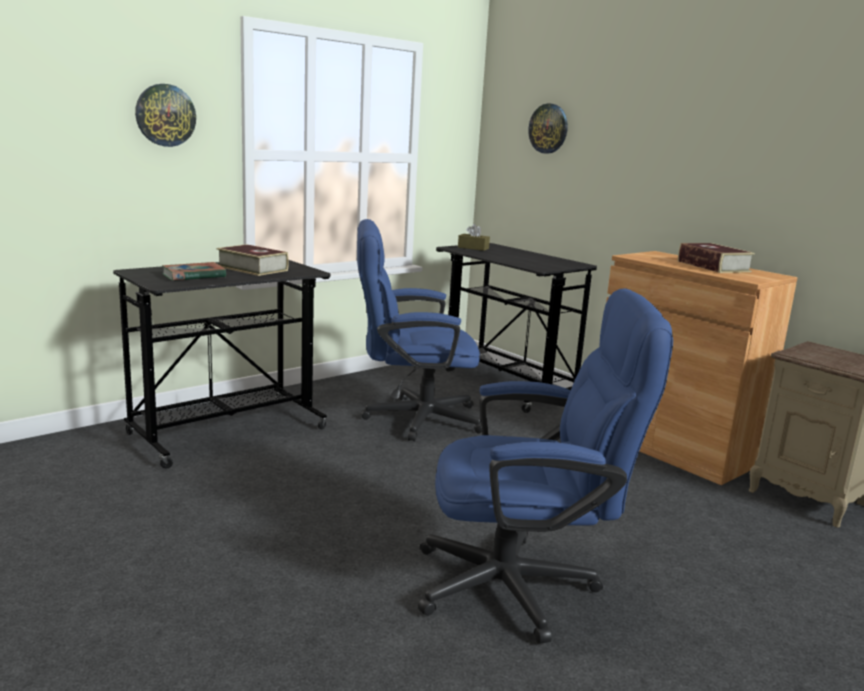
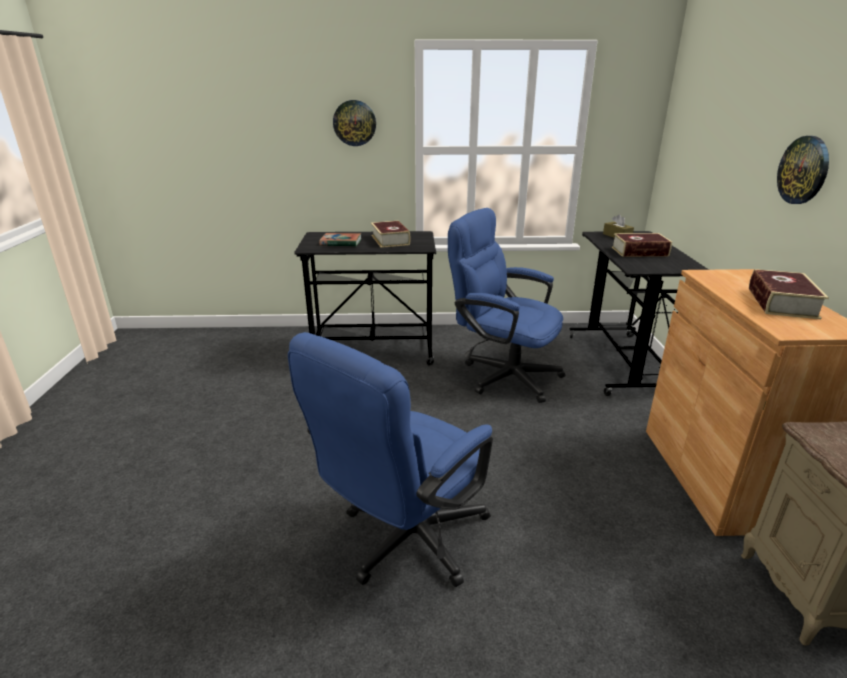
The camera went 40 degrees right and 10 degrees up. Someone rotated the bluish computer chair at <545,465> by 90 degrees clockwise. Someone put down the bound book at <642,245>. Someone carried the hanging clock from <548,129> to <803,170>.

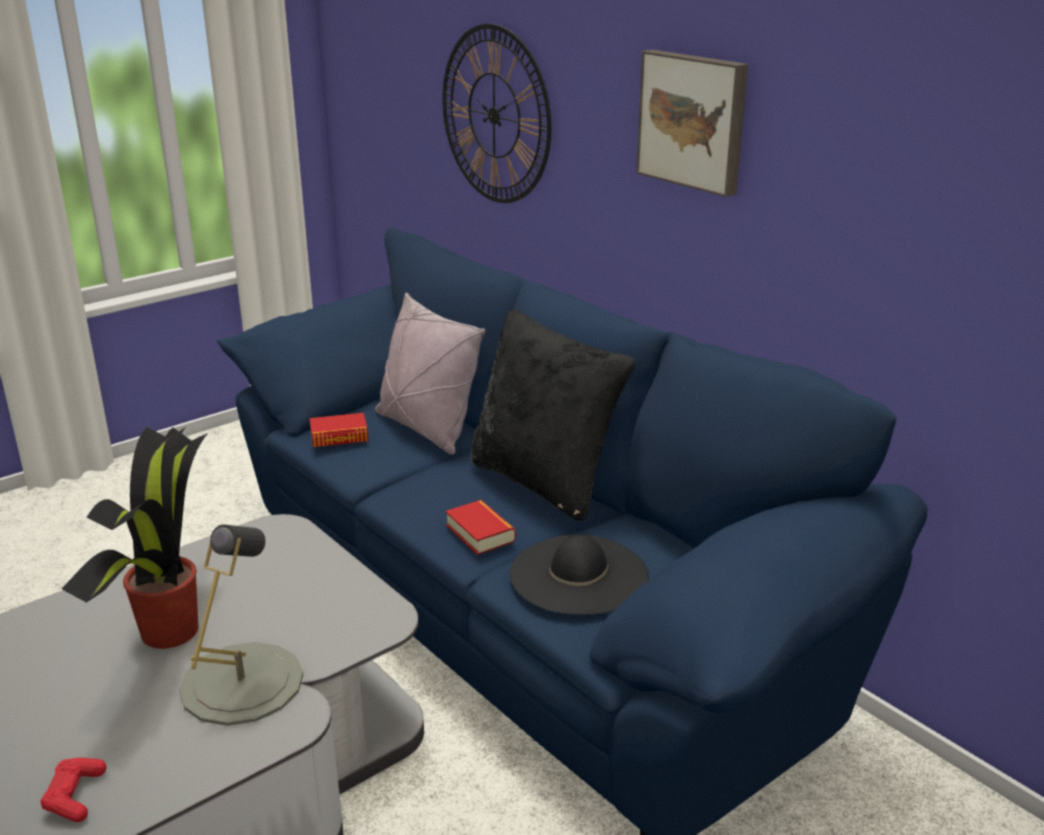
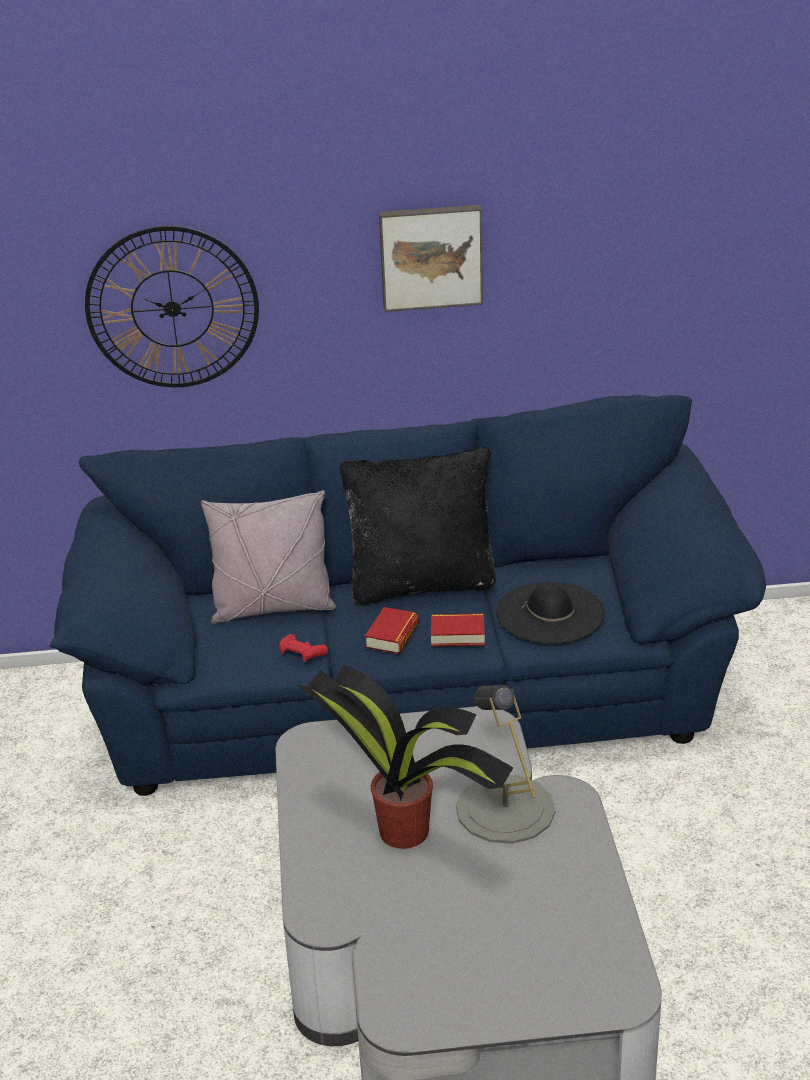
The camera went 55 degrees left and 5 degrees up. Someone carried the reddish game controller from <73,790> to <303,648>. Someone carried the bound book from <339,430> to <392,630>.

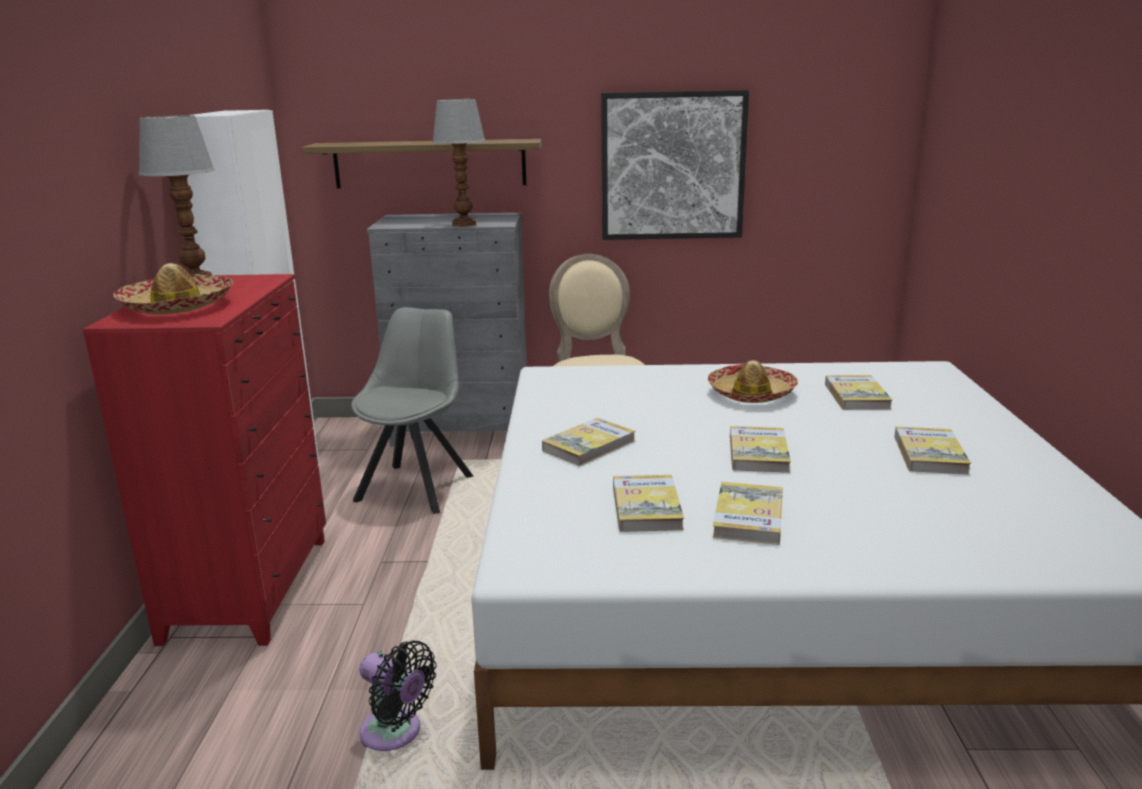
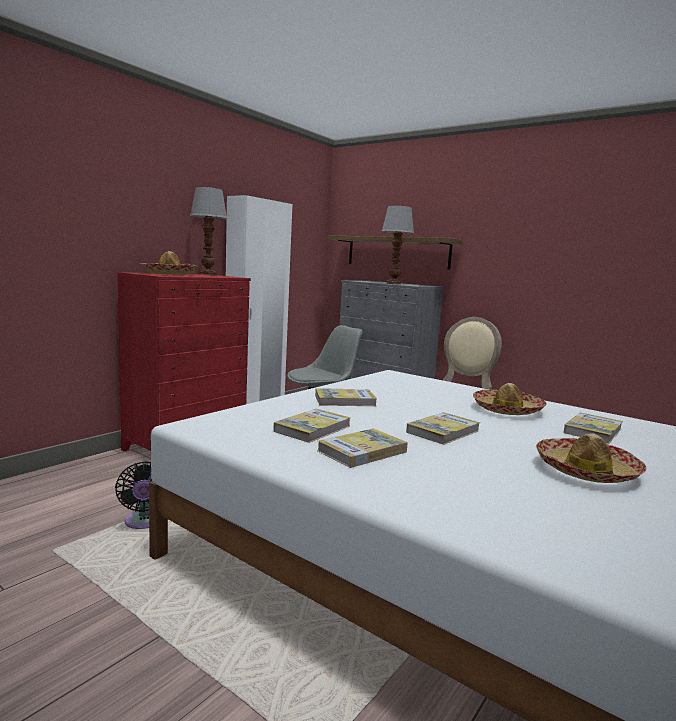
The camera went 35 degrees right and 10 degrees down. Someone swapped the bound book at <932,450> for the wearable hat at <591,458>. Someone took away the wall picture at <675,165>.

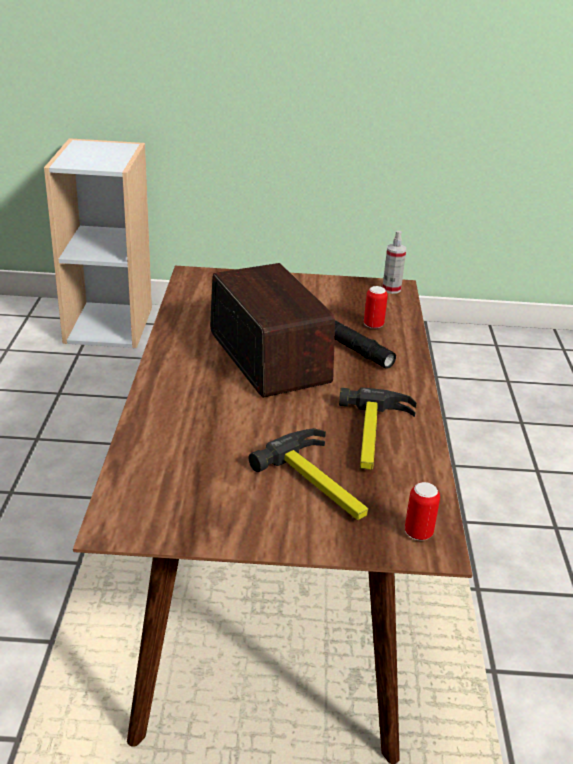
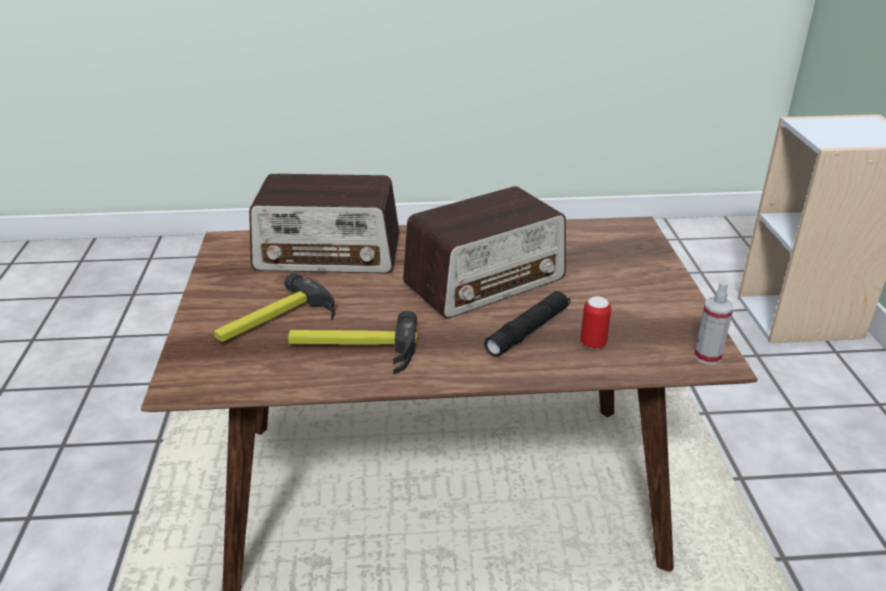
The camera went 85 degrees right and 0 degrees up. Someone put down the radio receiver at <324,224>. Someone took away the can at <422,511>.

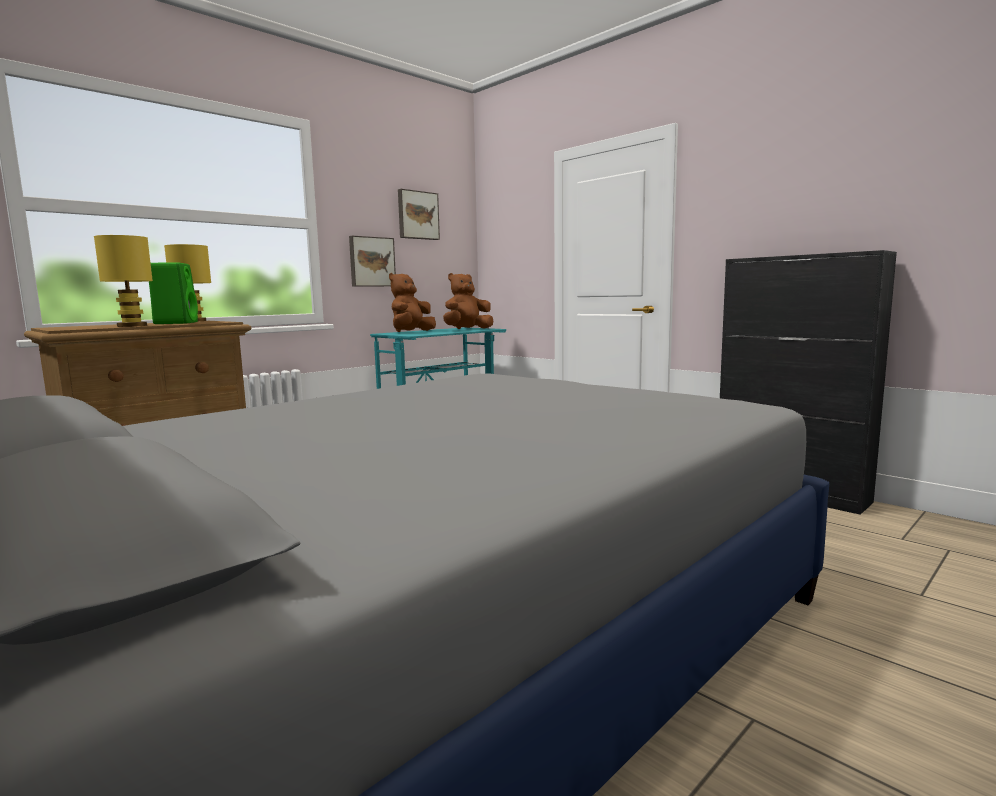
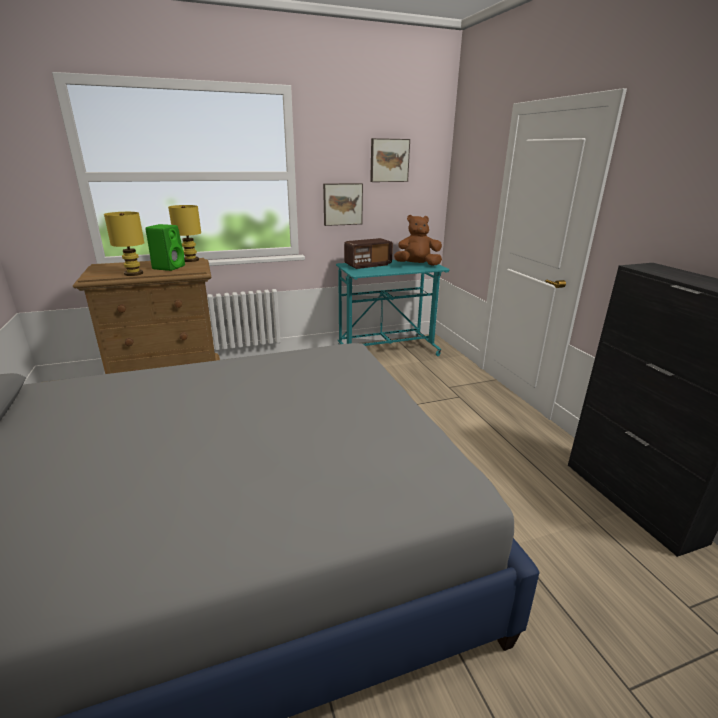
The camera went 25 degrees right and 15 degrees up. Someone swapped the brown soft toy at <412,302> for the radio receiver at <368,253>.

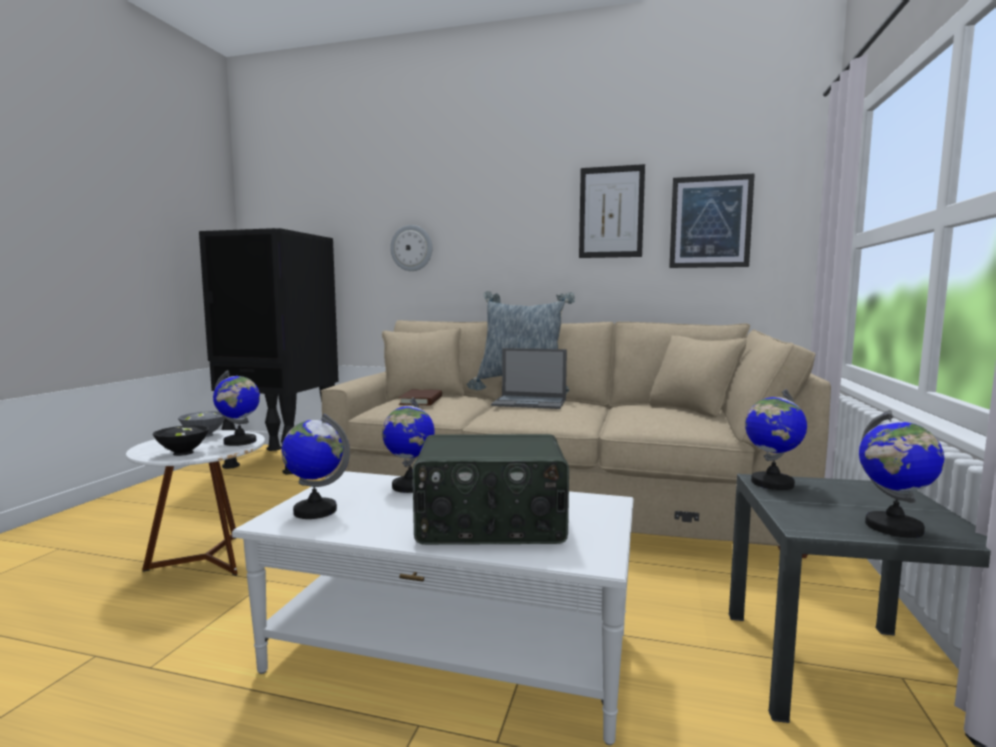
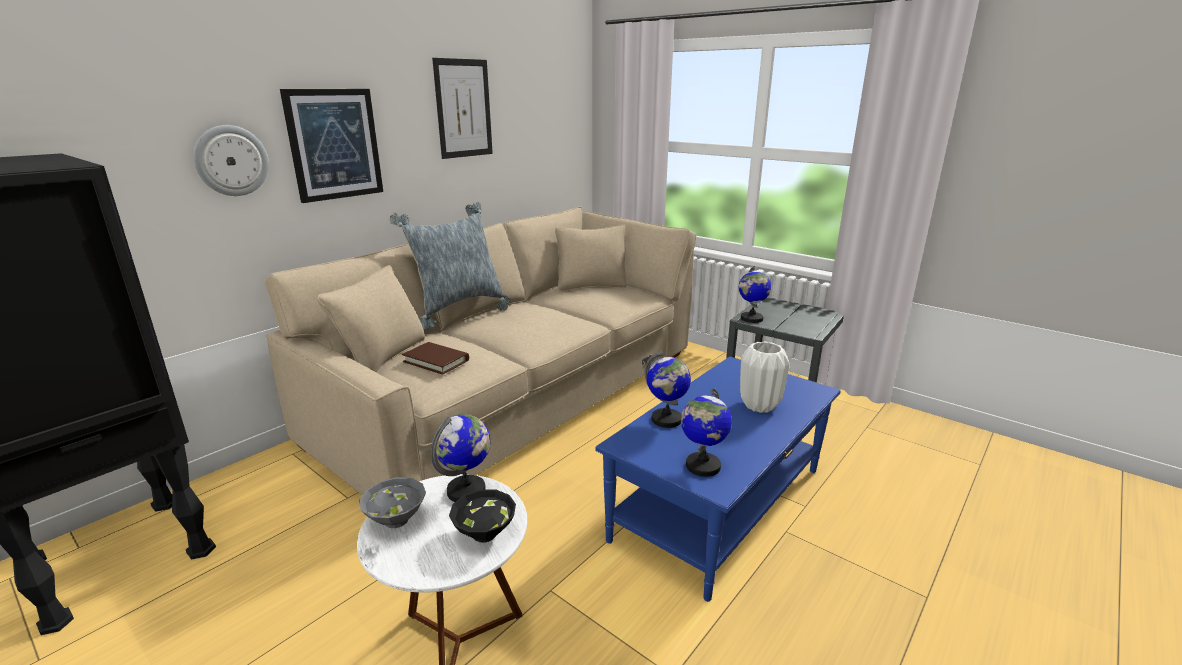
The camera went 65 degrees left and 15 degrees up. Someone carried the wall picture from <712,220> to <331,146>. Someone repainted the whitish low table at <433,608>, which became the bluish low table at <718,479>. Someone swapped the radio receiver at <491,489> for the whitish decorative vase at <765,377>. Someone took away the laptop at <529,378>. Someone took away the world globe at <901,474>.

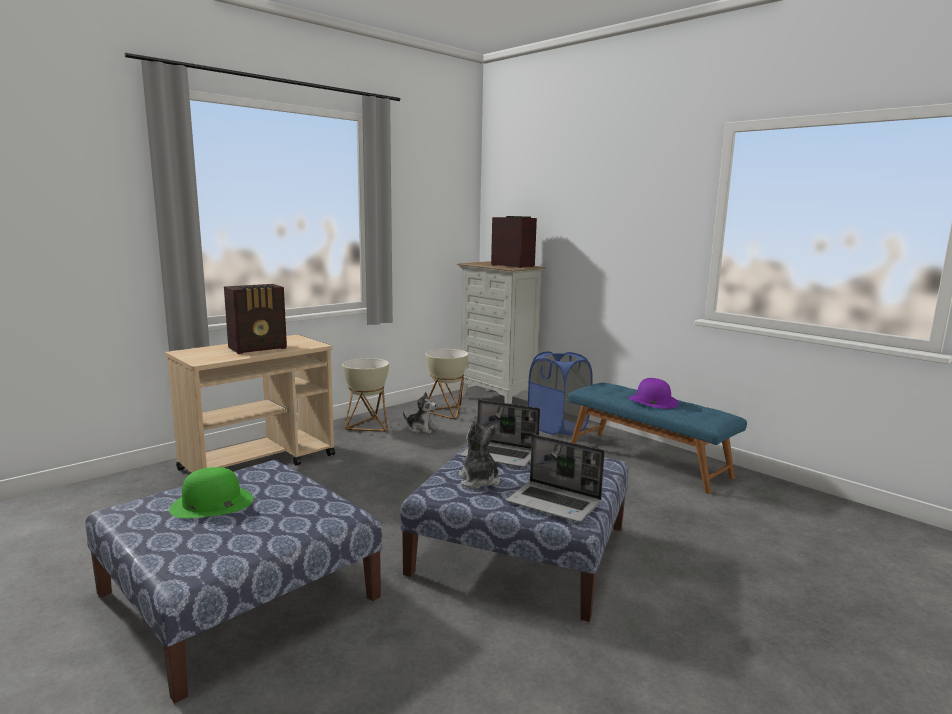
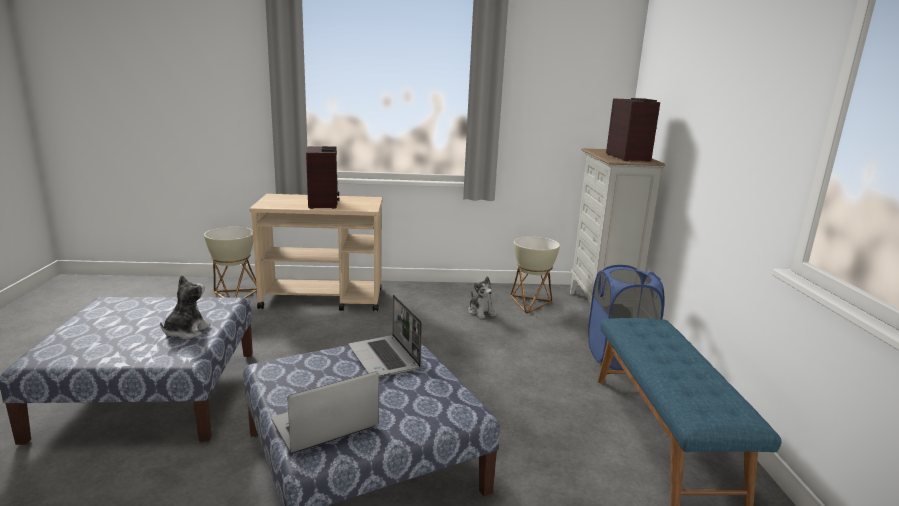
The camera went 40 degrees right and 5 degrees up. Someone carried the soft toy from <479,454> to <185,307>. Someone carried the flower pot from <365,395> to <230,262>. Someone rotated the laptop at <555,478> by 75 degrees clockwise. Someone rotated the radio receiver at <255,319> by 105 degrees counterclockwise. Someone took away the green wearable hat at <211,492>. Someone took away the purple-coloured wearable hat at <654,393>.

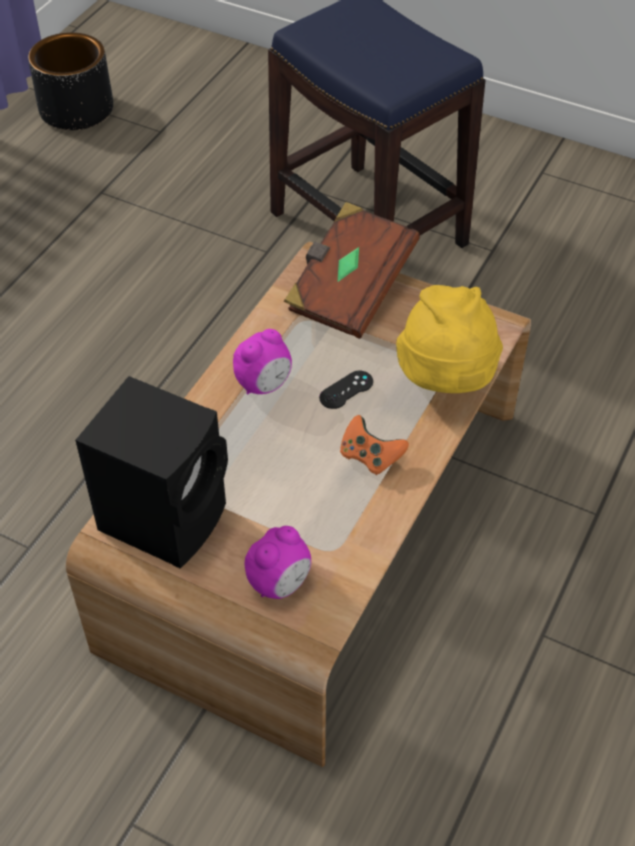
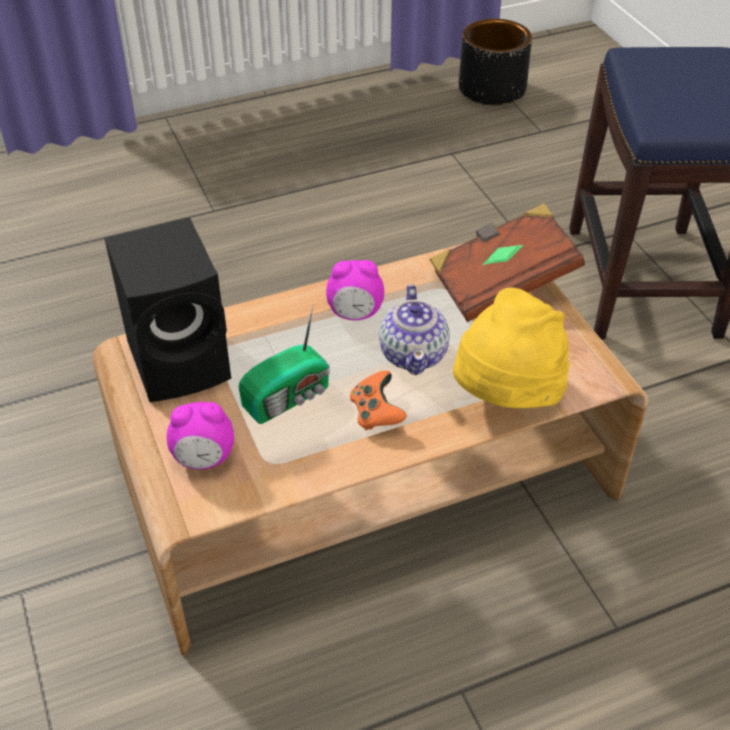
The camera went 40 degrees right and 5 degrees down. Someone put down the radio receiver at <284,364>. Someone swapped the black game controller at <346,390> for the pot for tea at <414,329>.

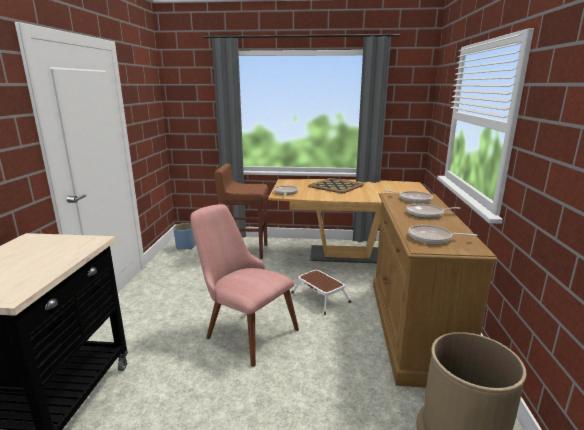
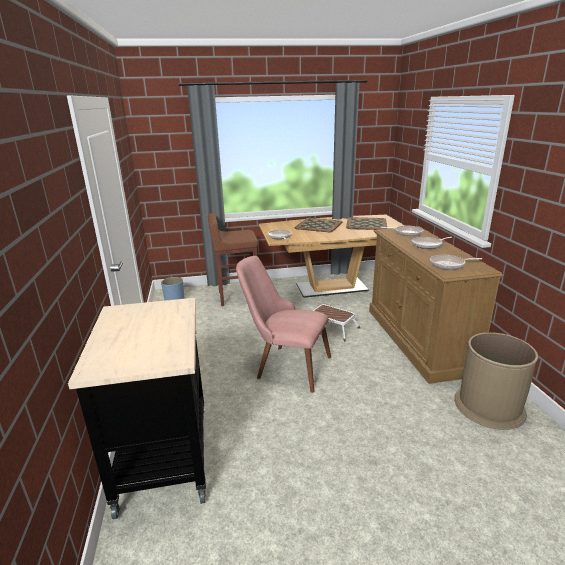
The camera went 15 degrees left and 5 degrees up. Someone put down the tray at <367,223>.

